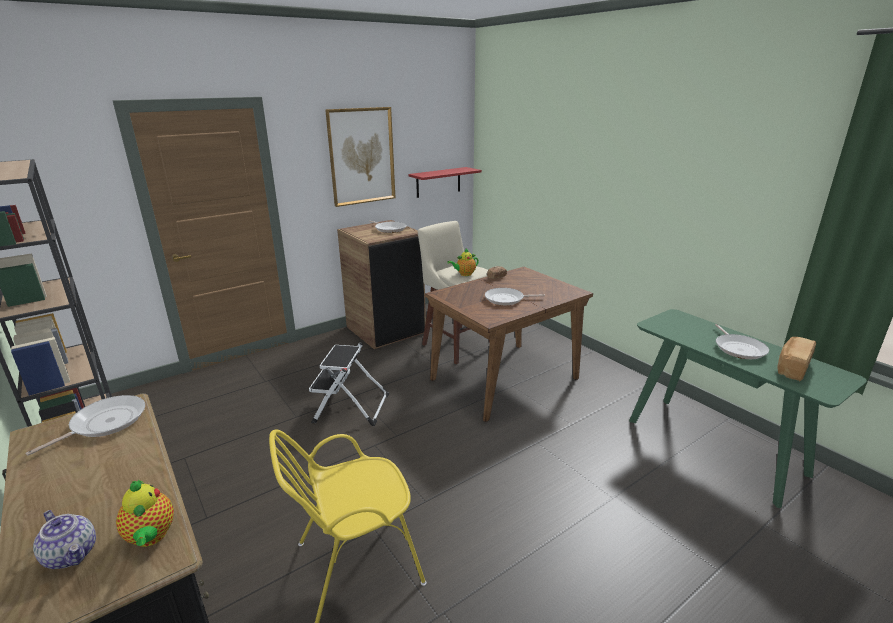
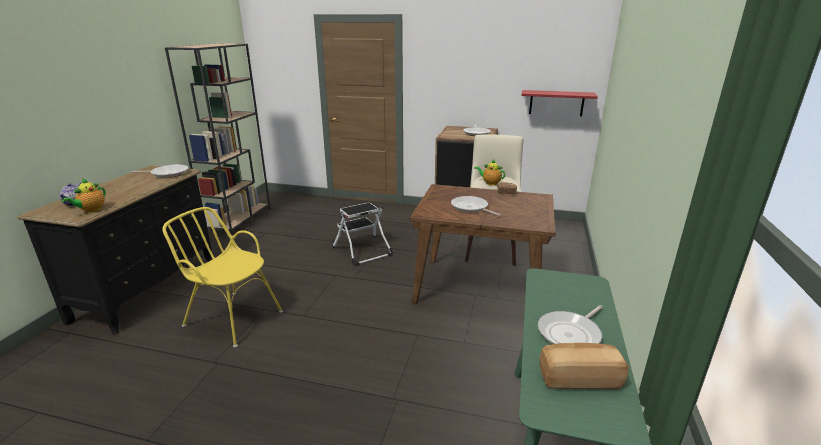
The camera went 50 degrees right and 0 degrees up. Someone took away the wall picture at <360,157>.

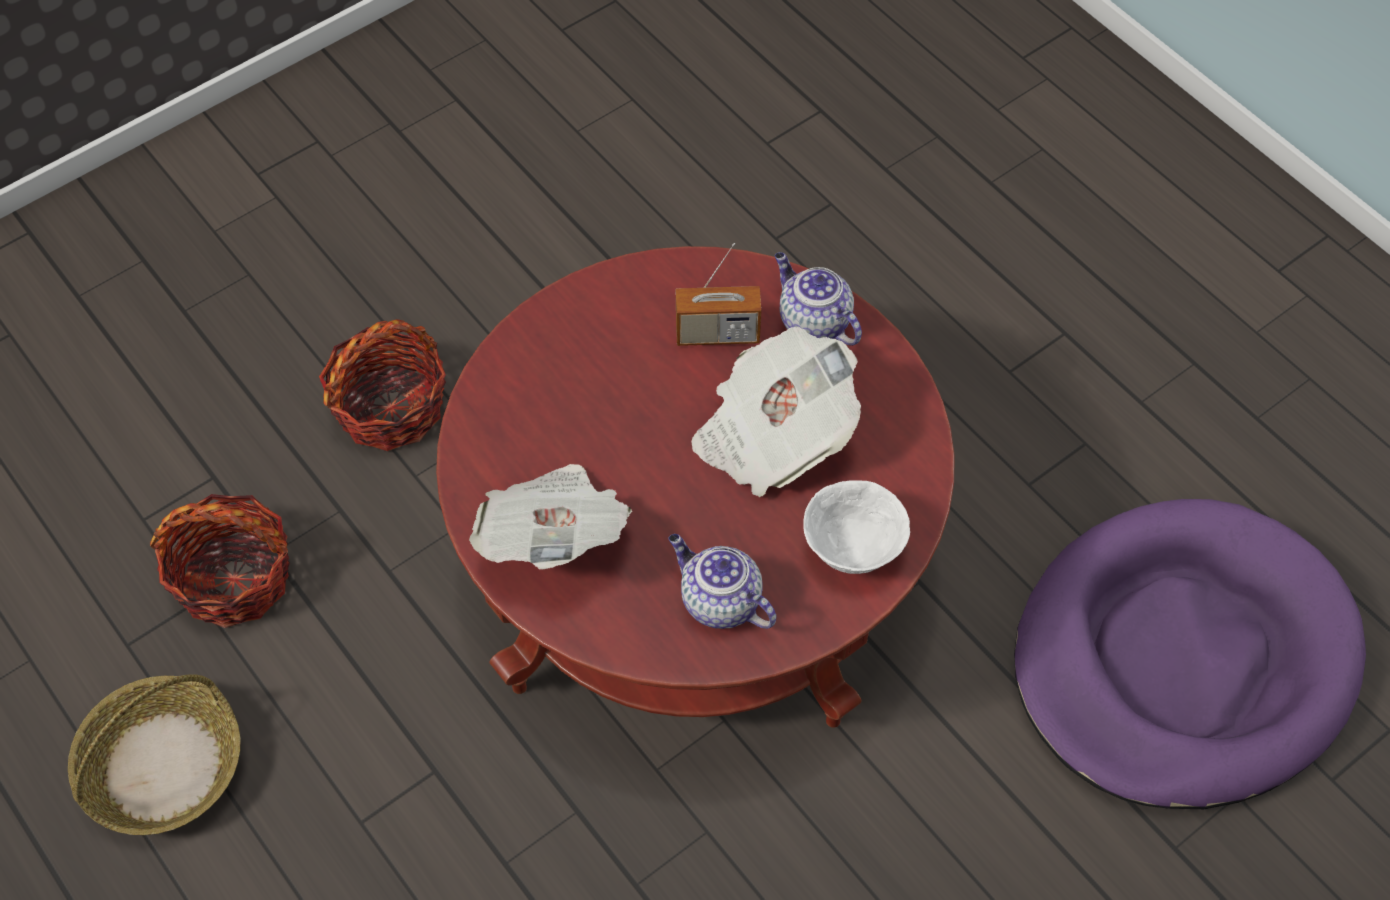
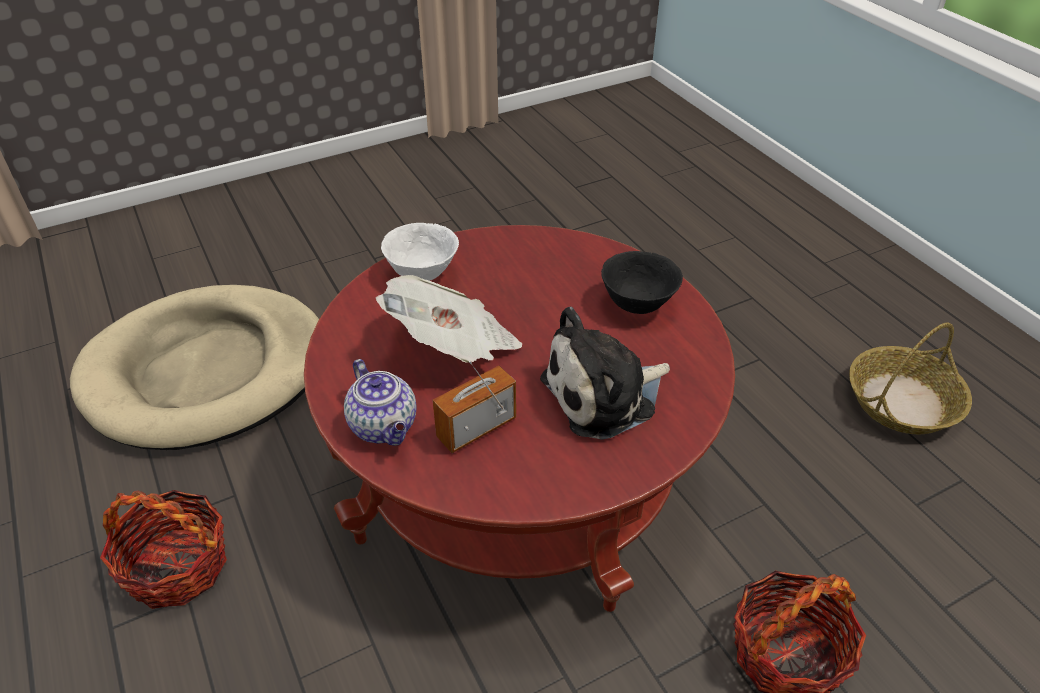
The camera went 170 degrees left and 15 degrees down. Someone repainted the purple-coloured pet bed at <1190,654>, which became the beige pet bed at <194,367>. Someone carried the storage basket from <220,561> to <163,549>. Someone rotated the radio receiver at <718,294> by 45 degrees counterclockwise. Someone put down the soft toy at <605,373>. Someone swapped the newspaper at <550,517> for the black bowl at <642,282>. Someone took away the pot for tea at <722,581>.

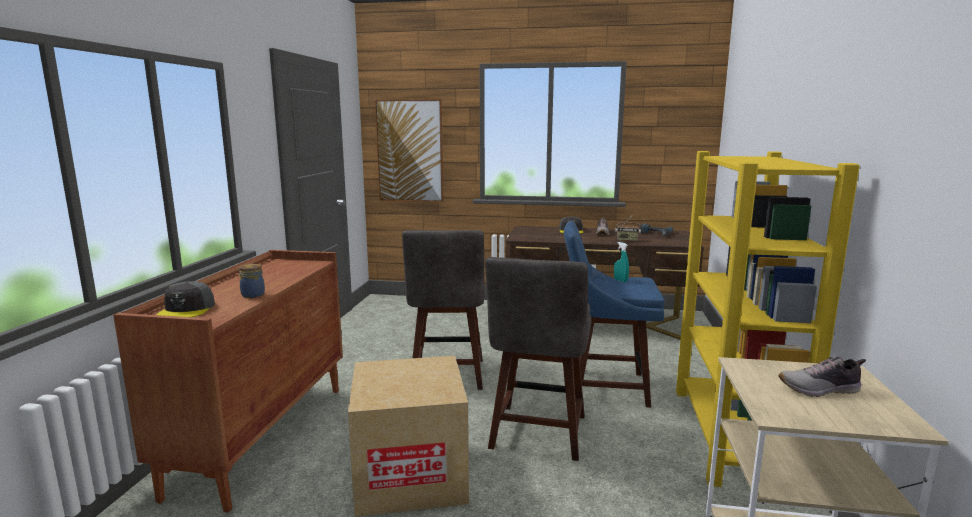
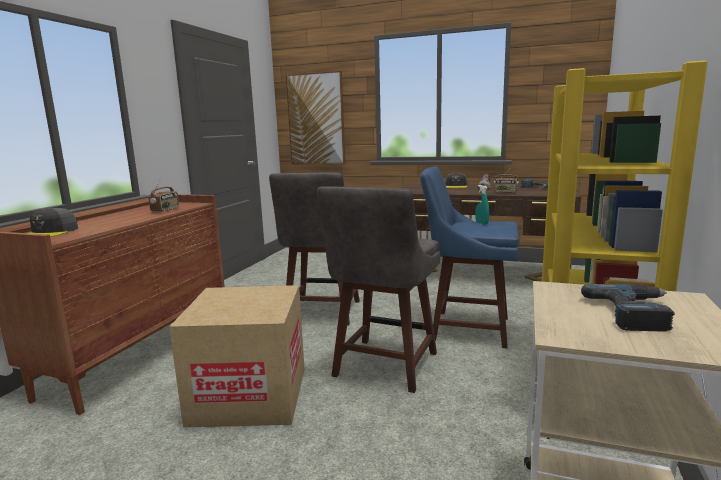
The camera went 10 degrees right and 0 degrees up. Someone put down the radio receiver at <163,194>. Someone swapped the low shoe at <822,377> for the power drill at <628,308>. Someone took away the jar at <252,281>.

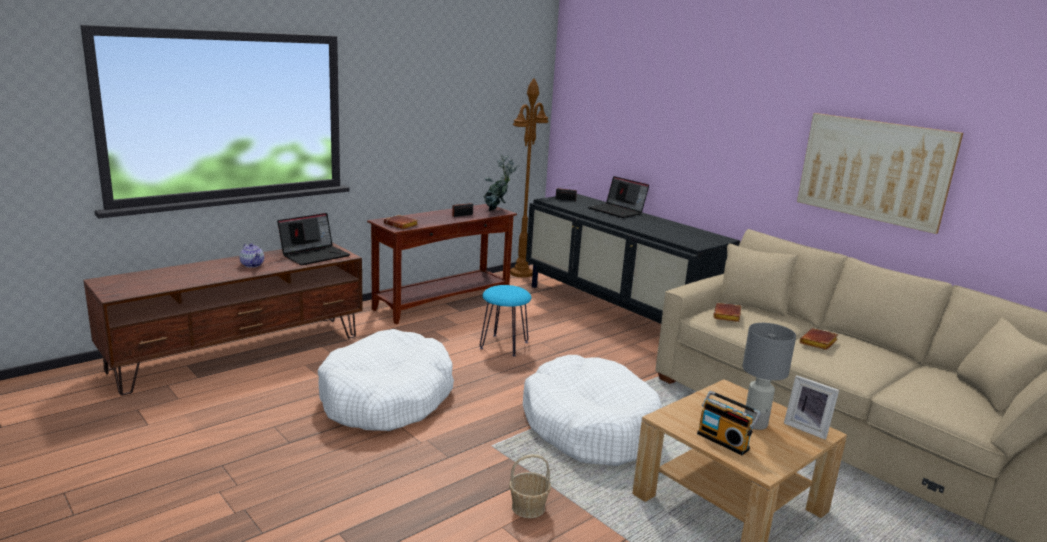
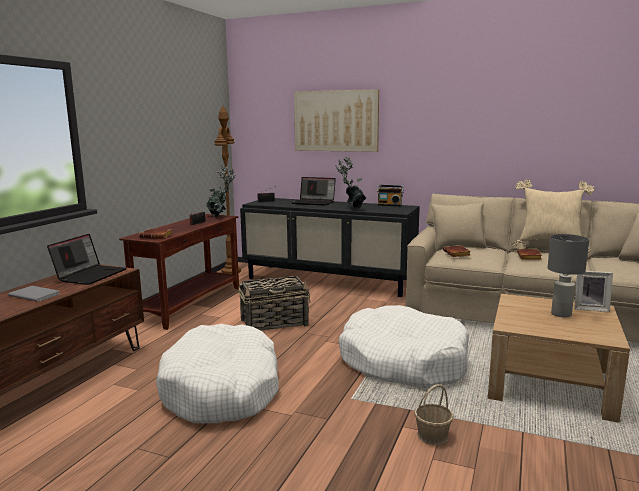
The camera went 25 degrees left and 5 degrees down. Someone swapped the pot for tea at <252,255> for the gray bound book at <34,294>. Someone swapped the blue-green sitting stool at <505,320> for the storage basket at <274,303>. Someone carried the wall picture from <880,173> to <336,120>. Someone put down the houseplant at <351,182>. Someone carried the radio receiver from <729,423> to <390,195>. Someone put down the beige pillow at <552,216>.

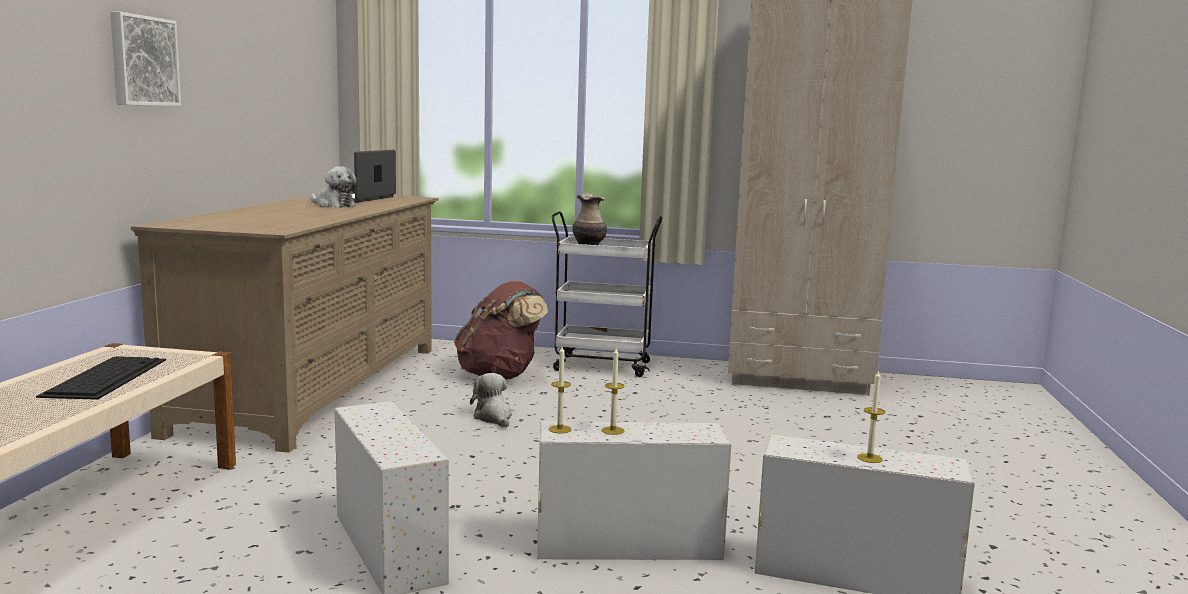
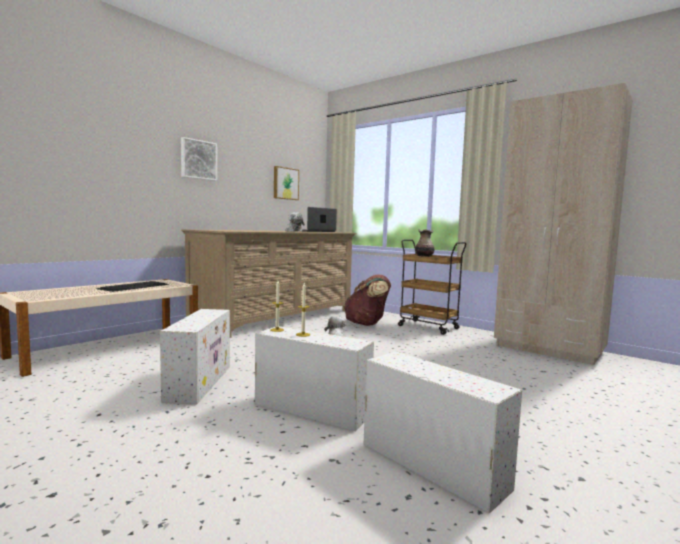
The camera went 30 degrees right and 5 degrees down. Someone put up the wall picture at <286,183>. Someone repainted the whitish wheeled cart at <607,294>, which became the brown wheeled cart at <432,287>. Someone took away the candle at <871,416>.

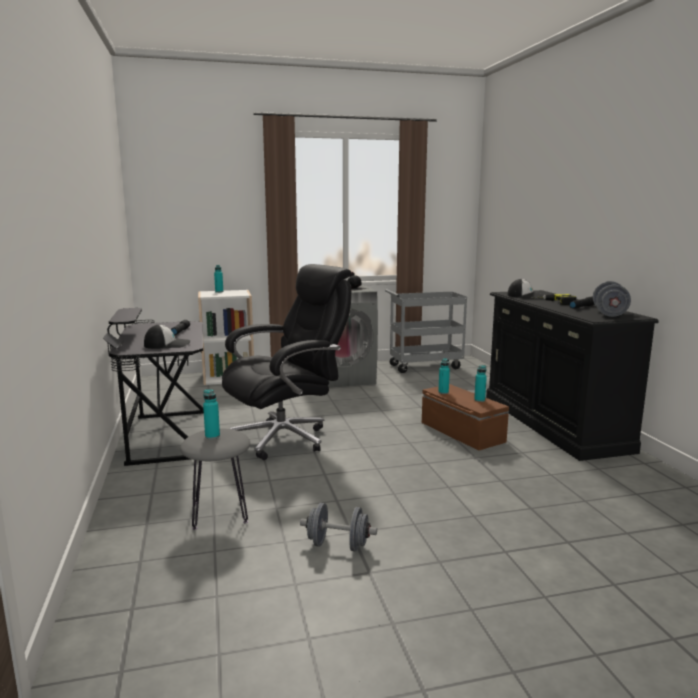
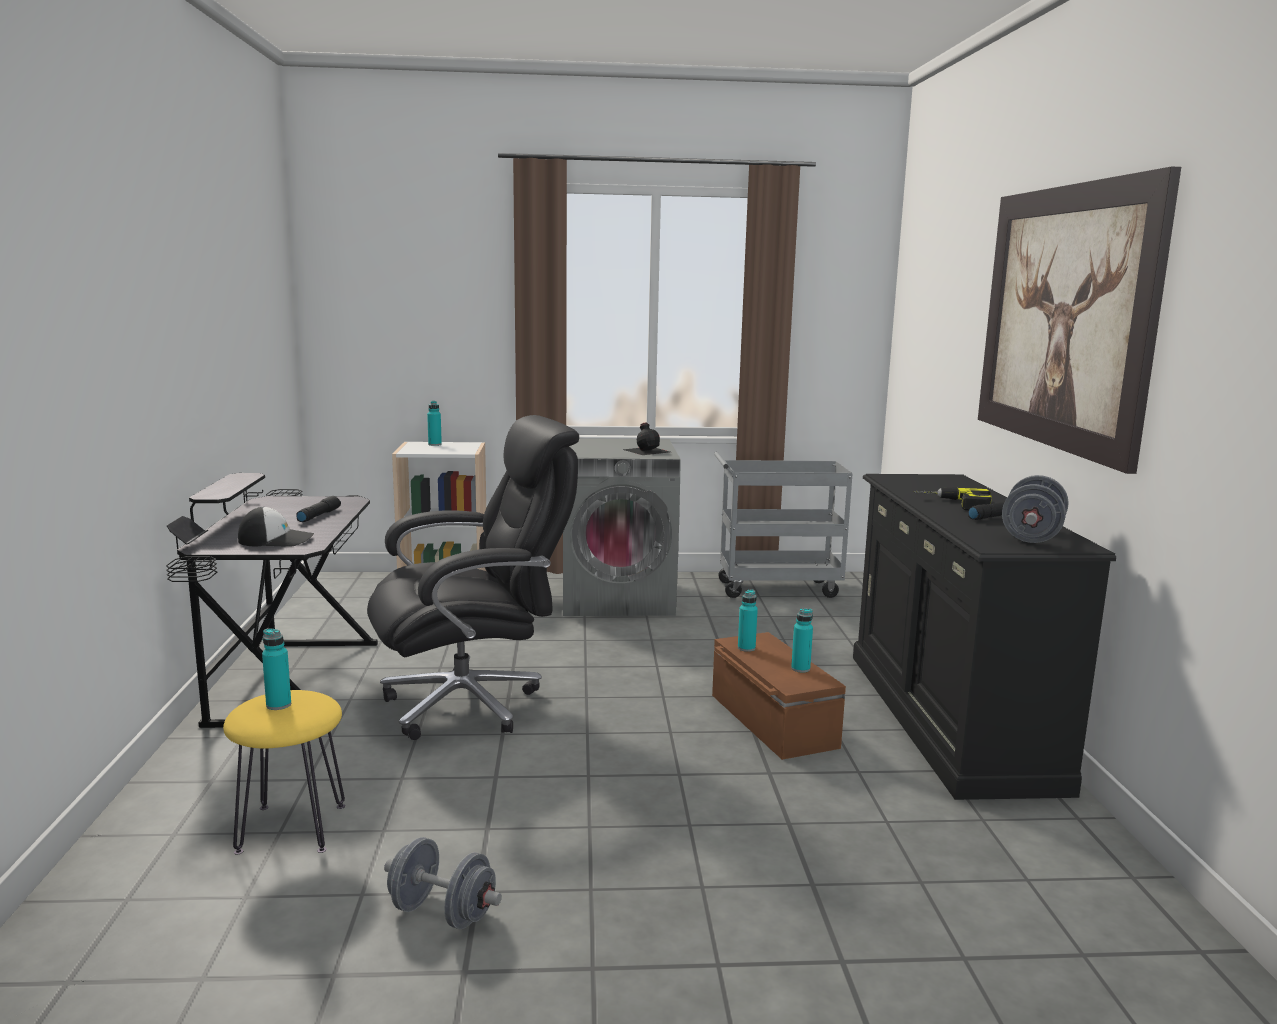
The camera went 10 degrees right and 0 degrees up. Someone repainted the gray sitting stool at <215,479>, which became the yellow-coloured sitting stool at <284,772>. Someone put up the wall picture at <1079,320>. Someone took away the cap at <525,289>.

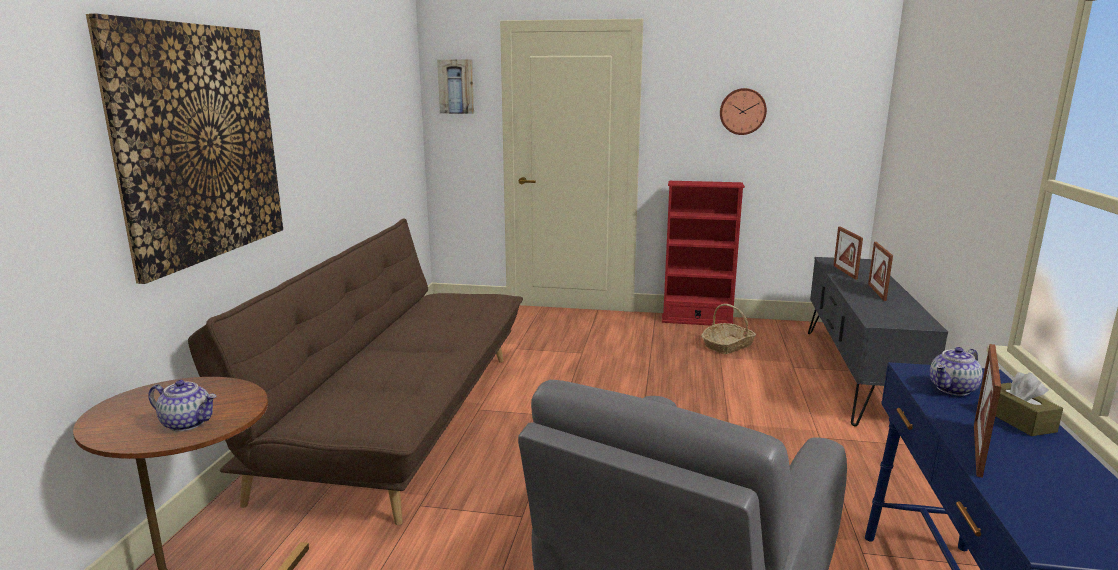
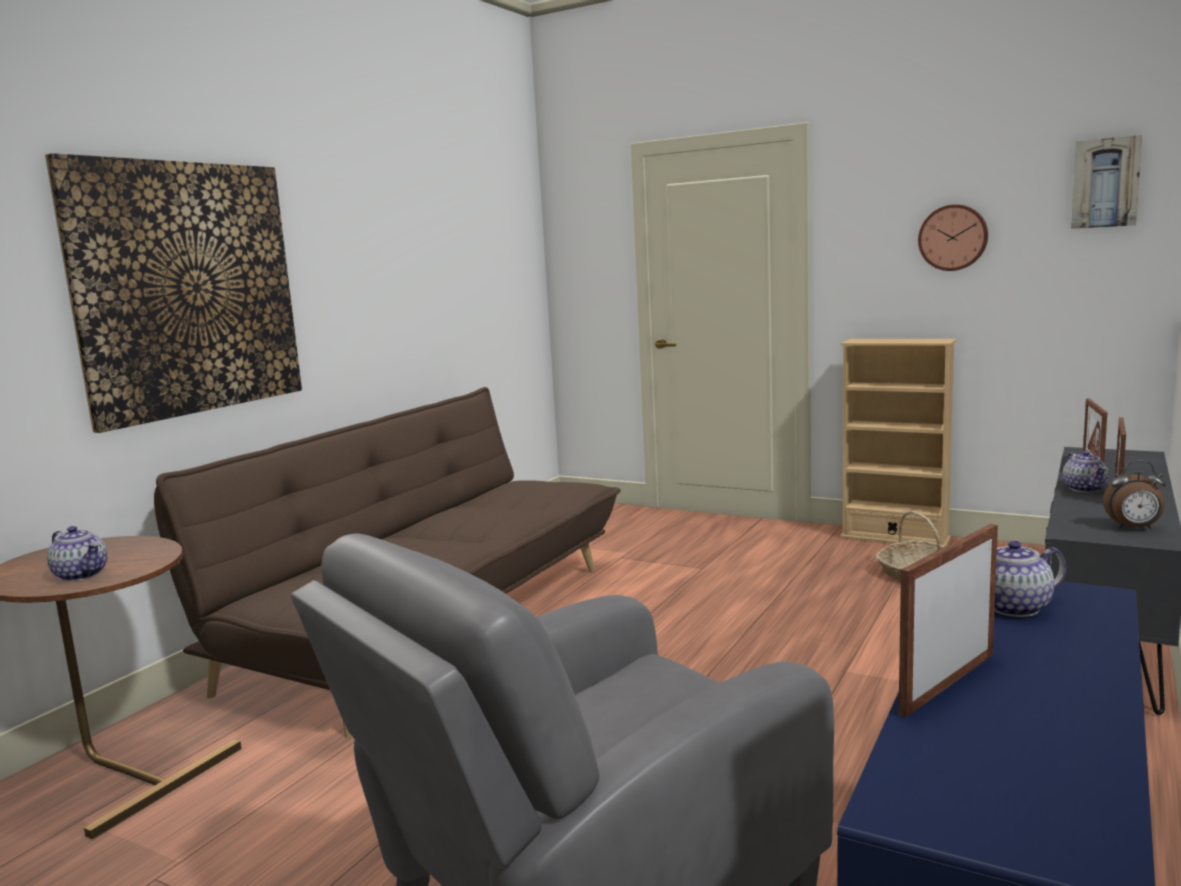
The camera went 20 degrees right and 5 degrees down. Someone repainted the reddish bookshelf at <703,253>, which became the beige bookshelf at <898,443>. Someone put down the pot for tea at <1086,471>. Someone carried the wall picture from <455,87> to <1106,182>. Someone put down the bedside clock at <1134,494>. Someone took away the brown tissue box at <1029,404>.

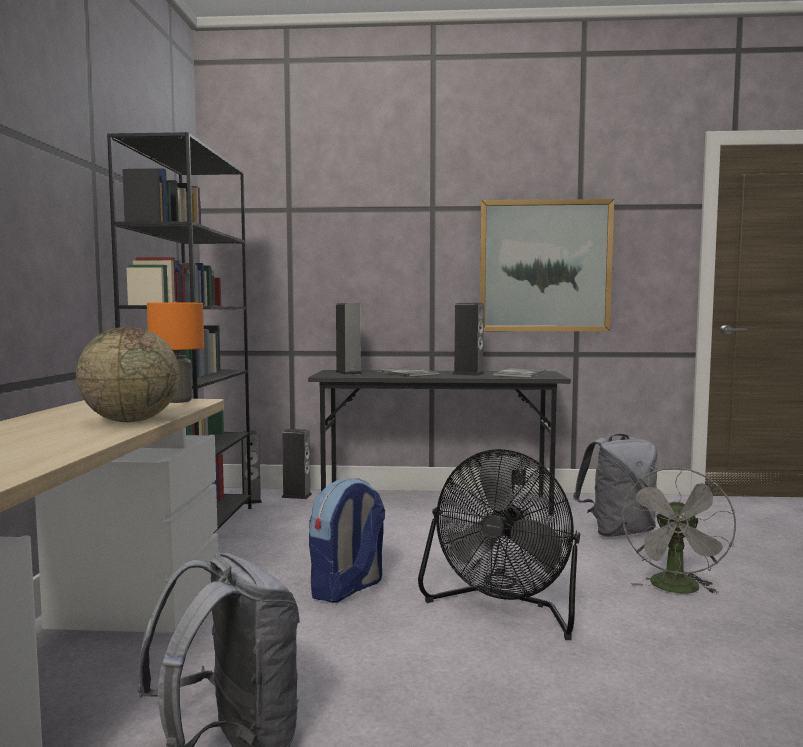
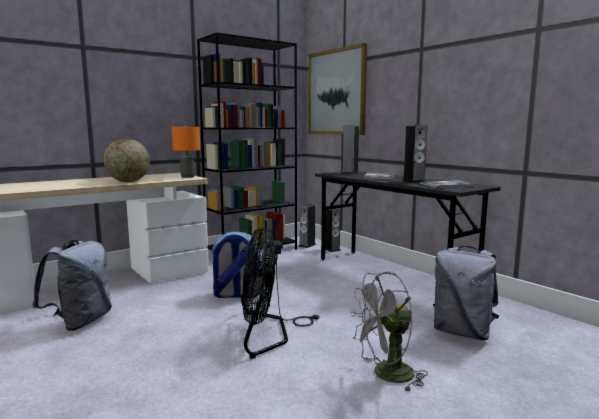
The camera went 50 degrees right and 5 degrees up. Someone carried the wall picture from <547,265> to <337,89>.

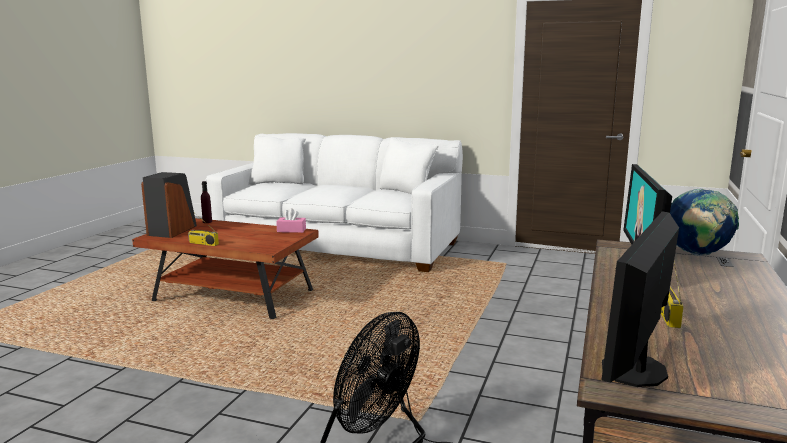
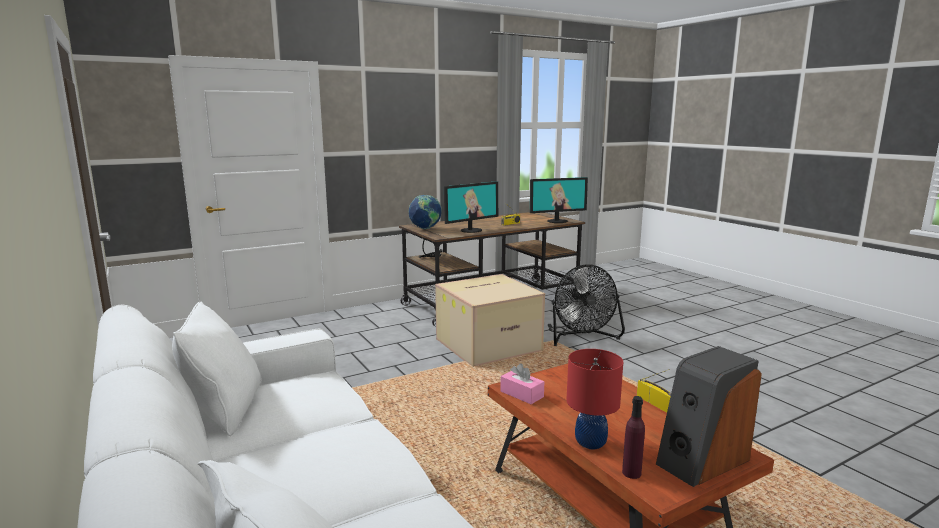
The camera went 140 degrees left and 0 degrees up. Someone put down the packing box at <490,320>. Someone put down the reddish tabletop lamp at <594,399>.

